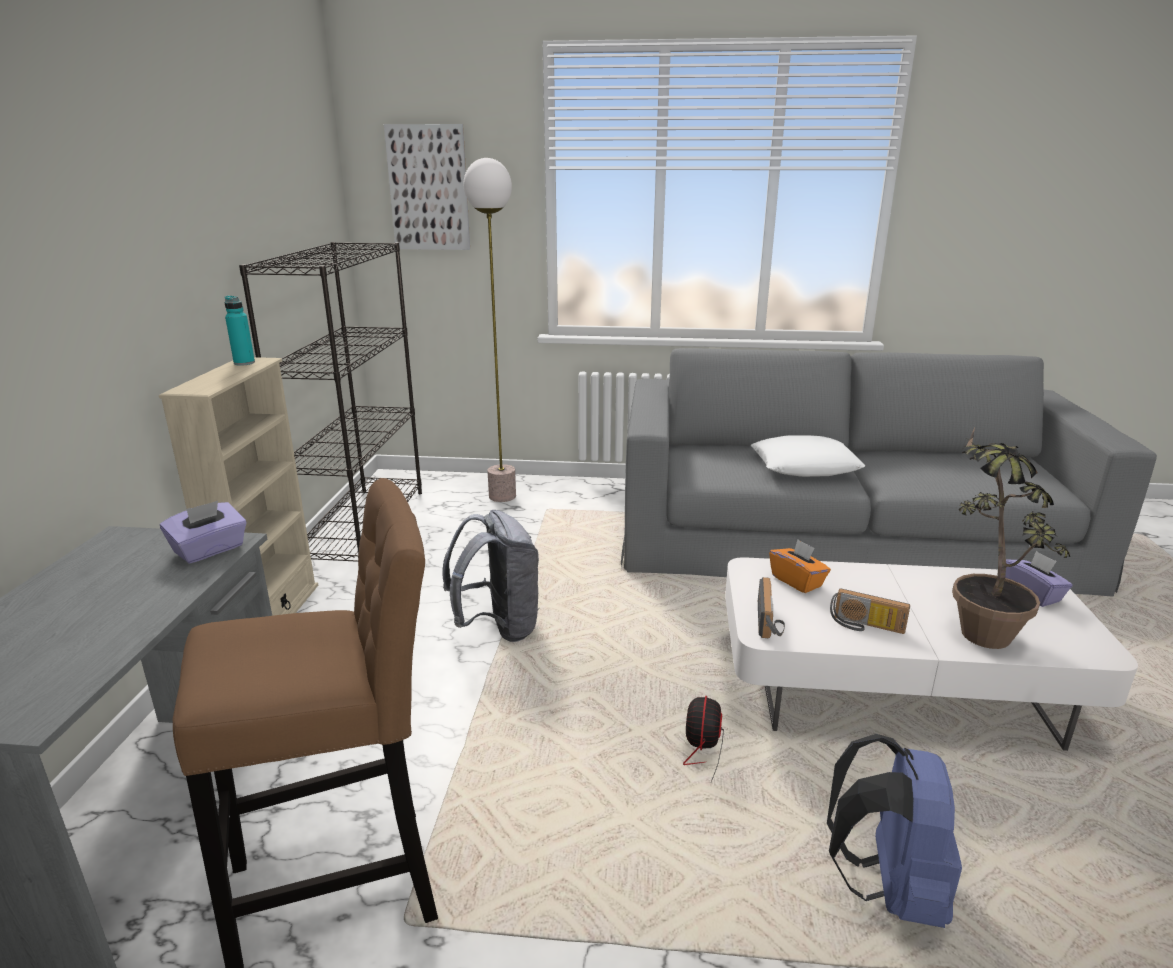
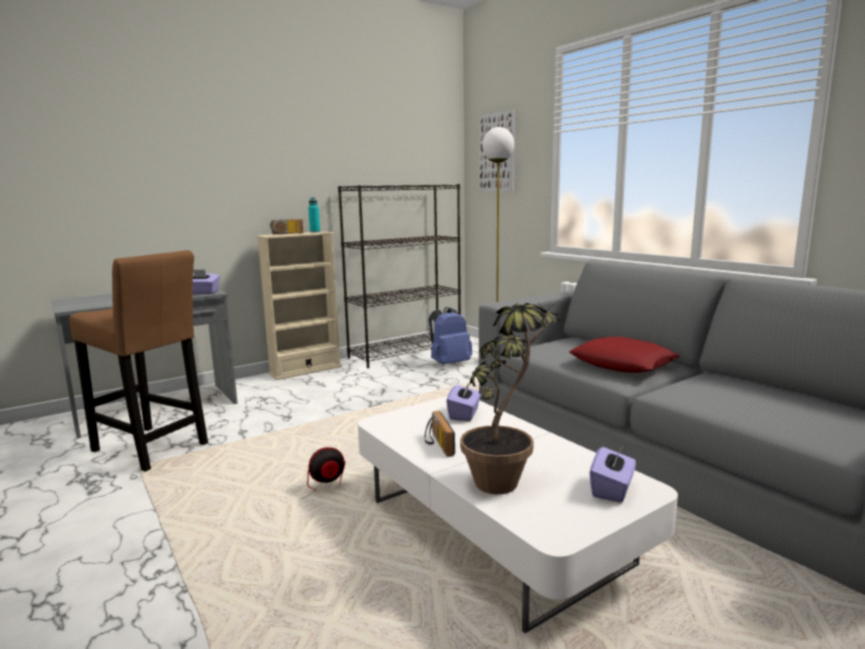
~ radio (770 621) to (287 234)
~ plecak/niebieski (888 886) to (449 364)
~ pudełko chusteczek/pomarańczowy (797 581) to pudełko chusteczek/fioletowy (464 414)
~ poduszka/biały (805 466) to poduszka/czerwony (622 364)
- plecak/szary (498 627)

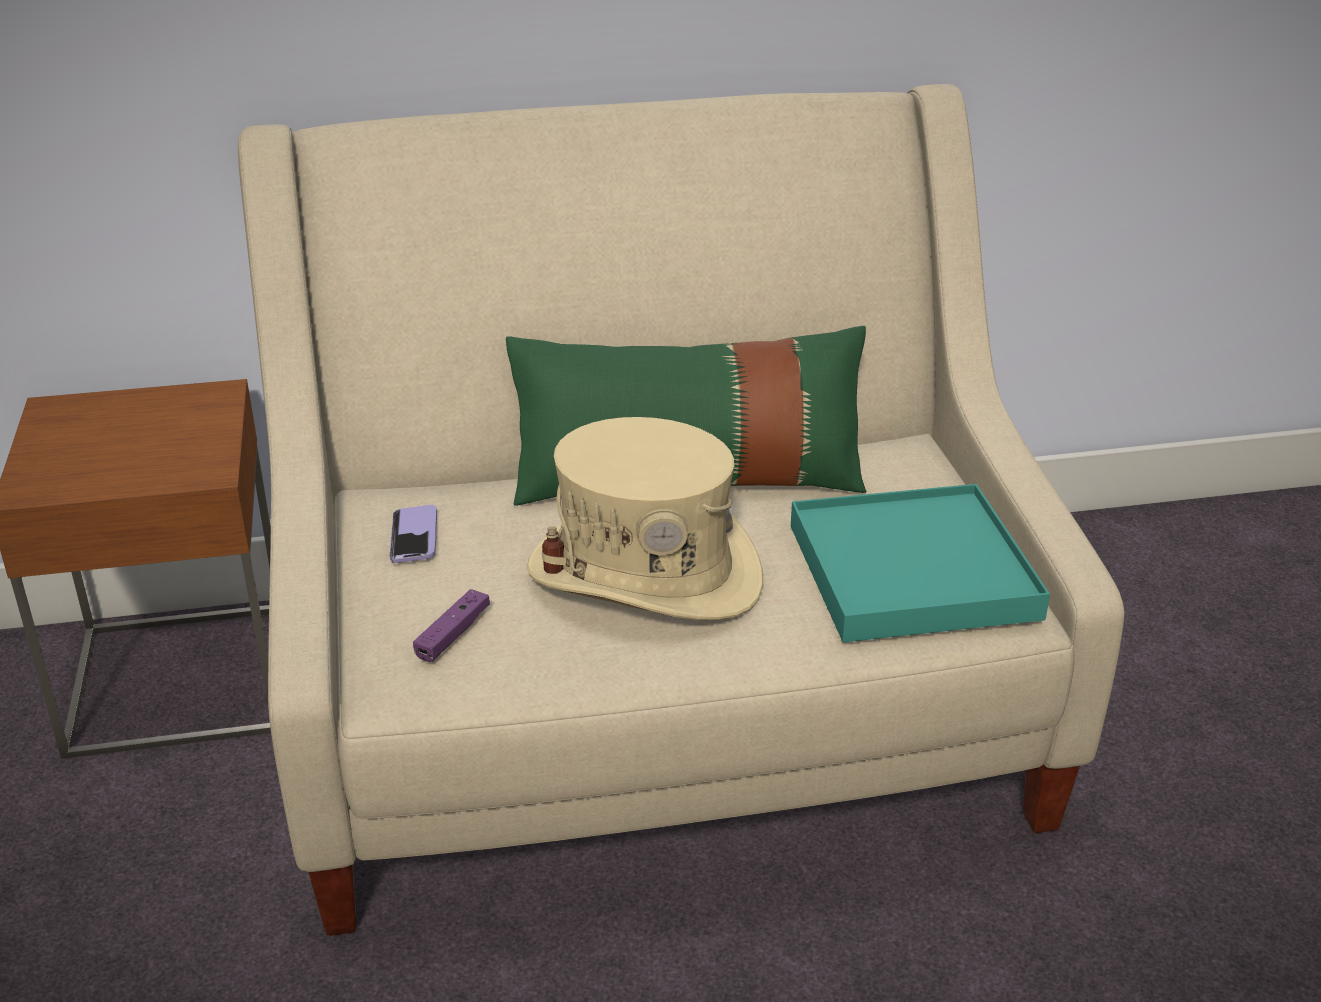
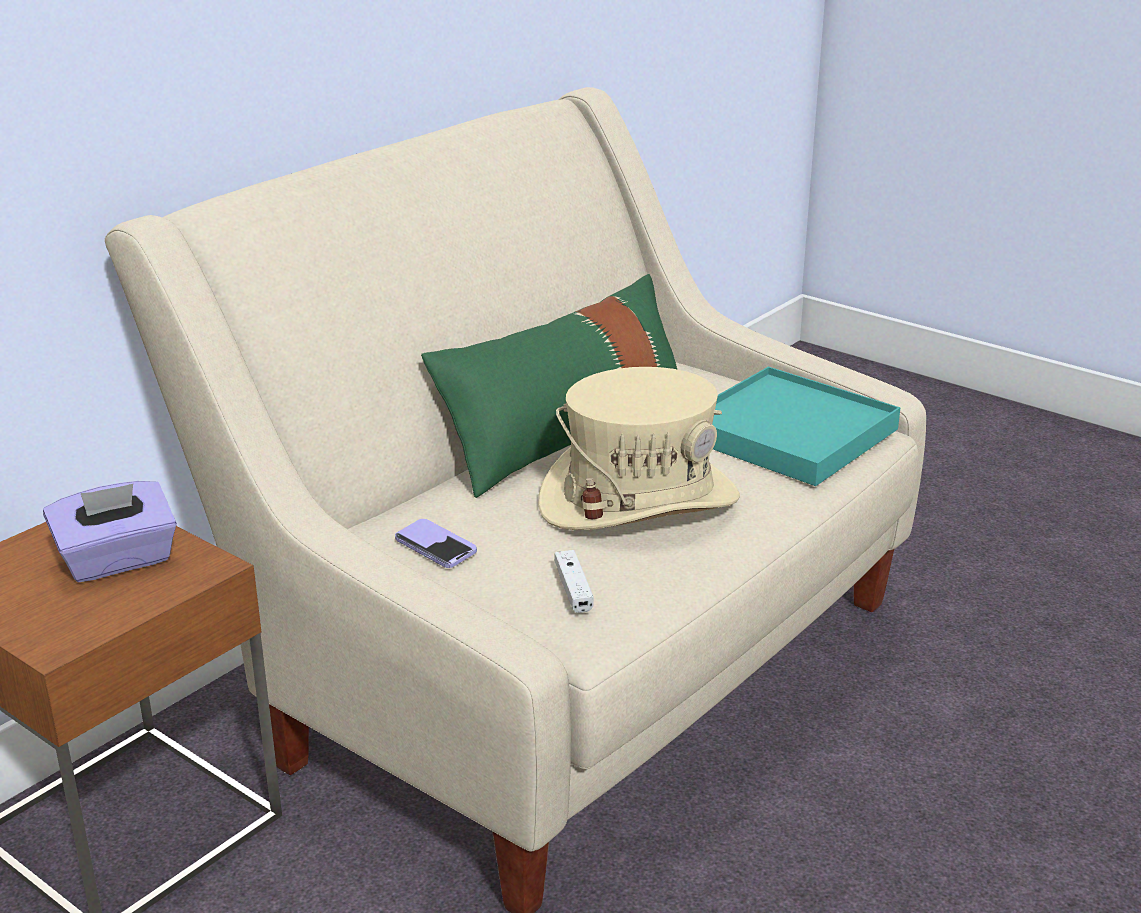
+ pudełko chusteczek/fioletowy (118 561)
~ pad do gier/fioletowy (453 634) to pad do gier/biały (573 589)

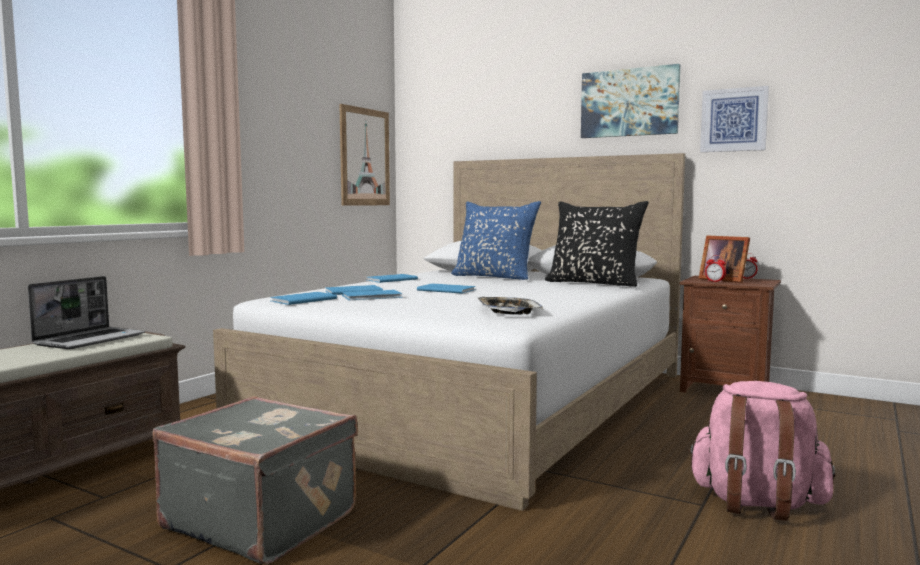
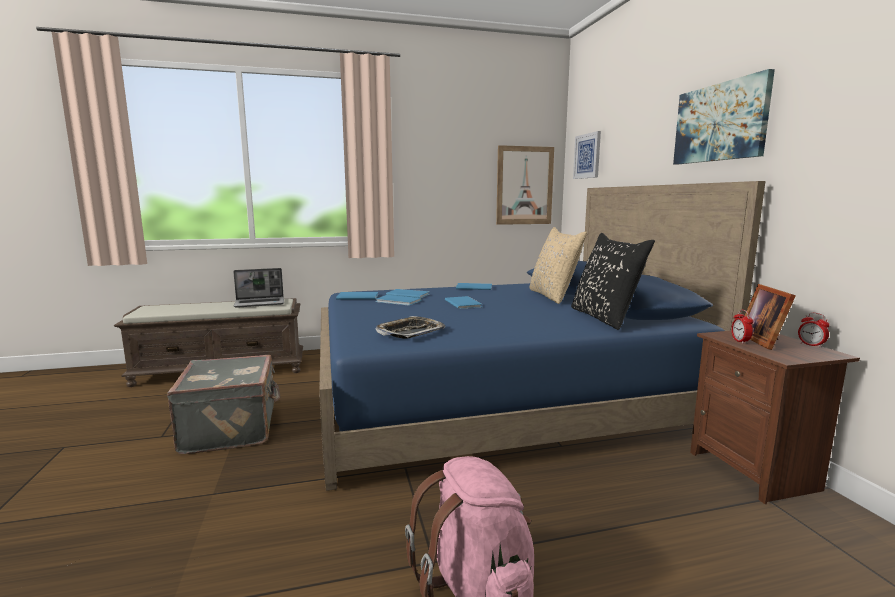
~ łóżko/biały (481 400) to łóżko/niebieski (496 398)
~ poduszka/niebieski (494 277) to poduszka/beżowy (553 296)
~ obraz (734 120) to (587 156)

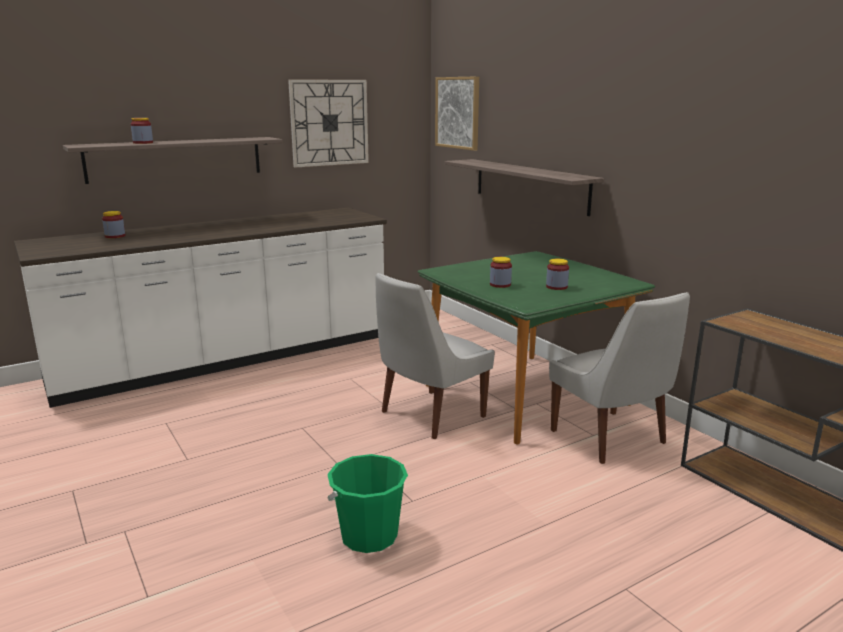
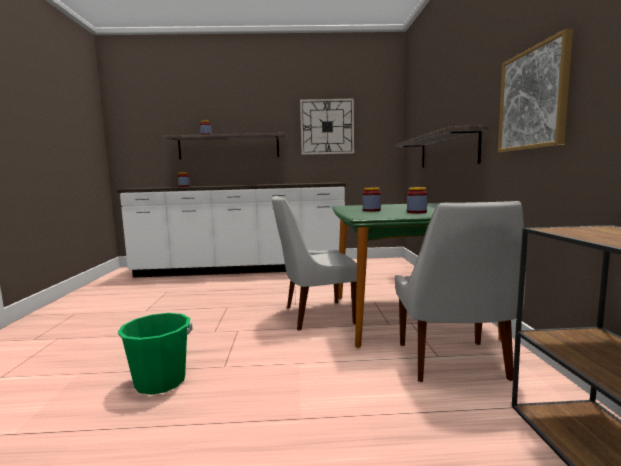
~ obraz (458 112) to (533 99)

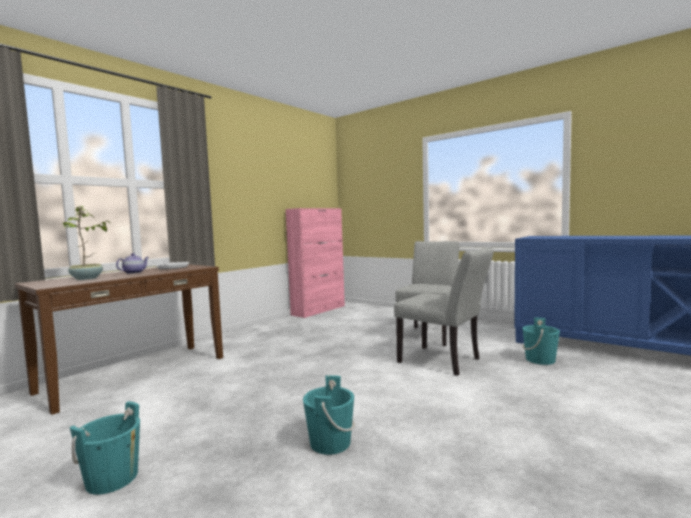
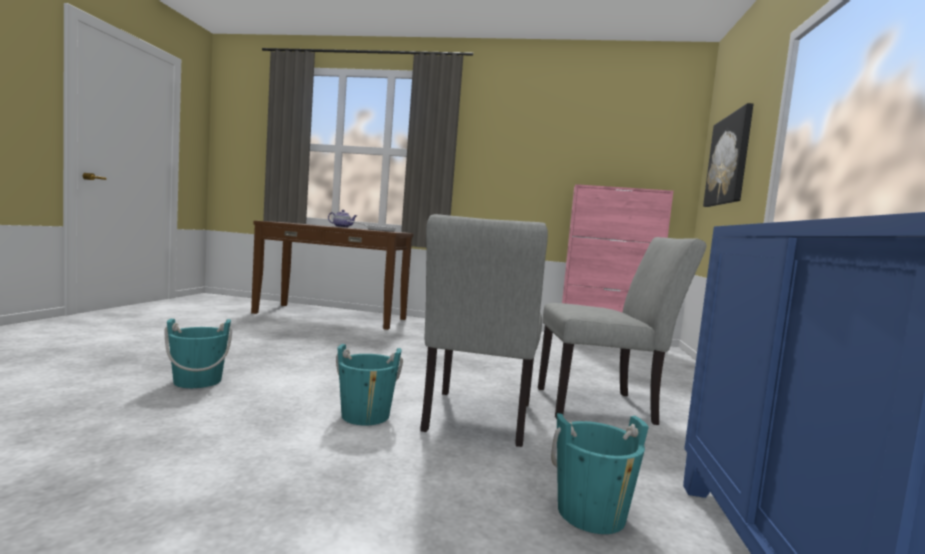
~ wiadro/turkusowy (112 479) to (365 416)
+ obraz (729 160)
- roślina doniczkowa (87 278)

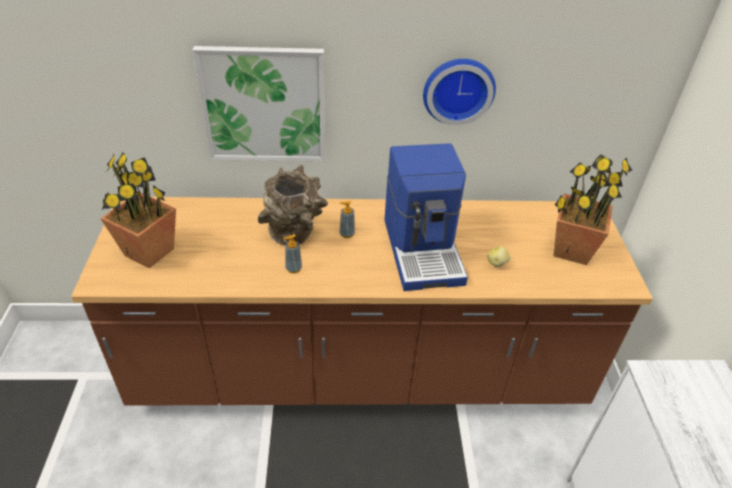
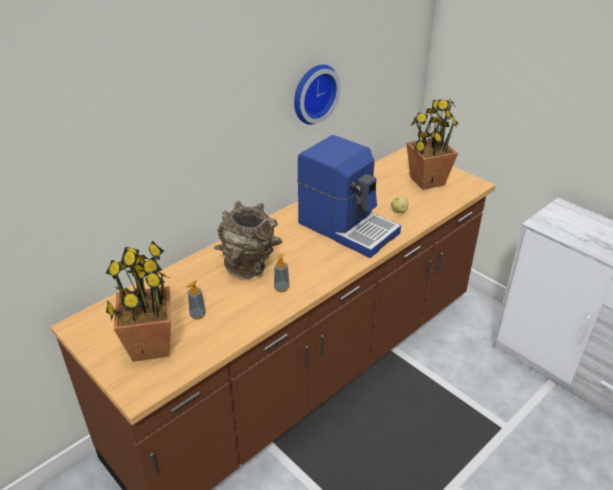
~ dozownik mydła (347 234) to (198 315)
- obraz (264 105)

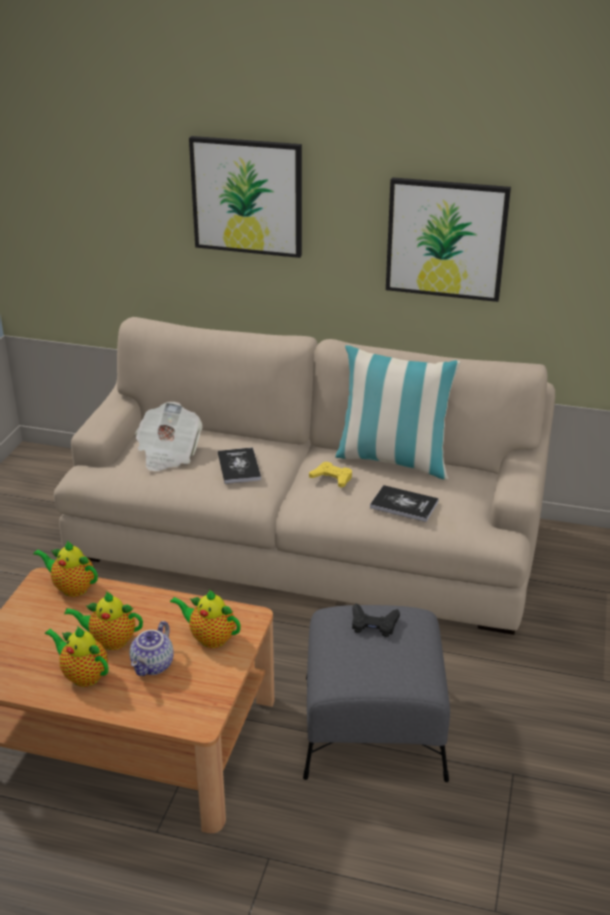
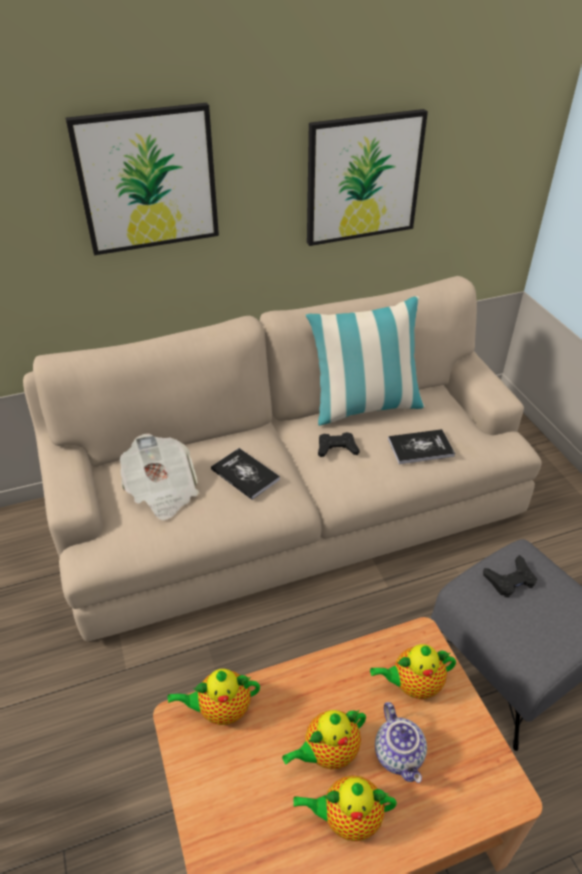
~ pad do gier/żółty (332 478) to pad do gier/czarny (337 448)

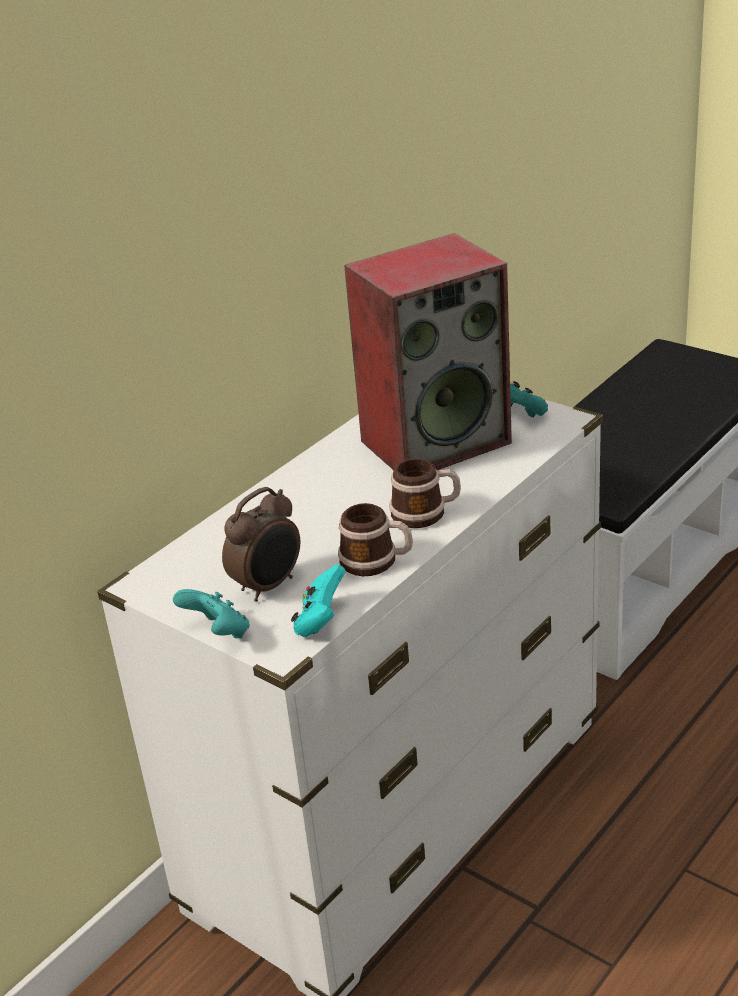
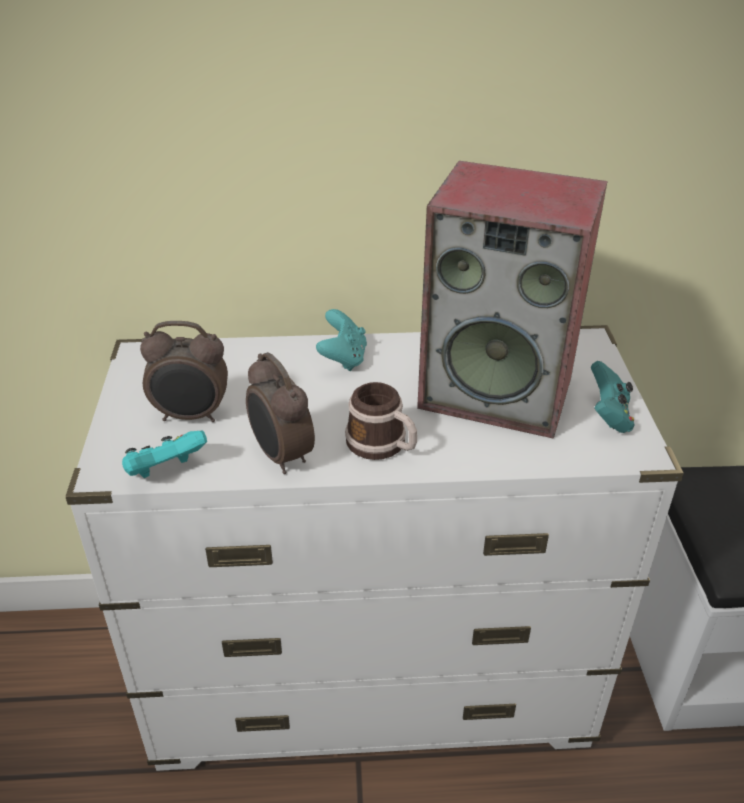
~ kubek (376 561) to budzik (281 456)
~ pad do gier/turkusowy (218 633) to (343 359)

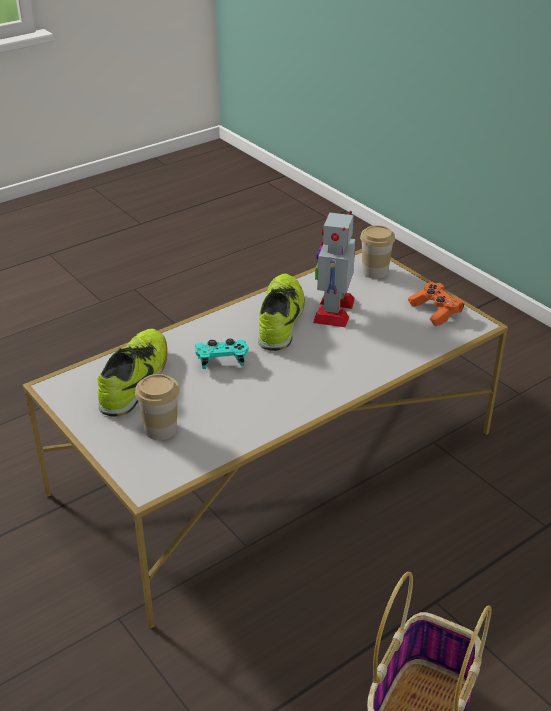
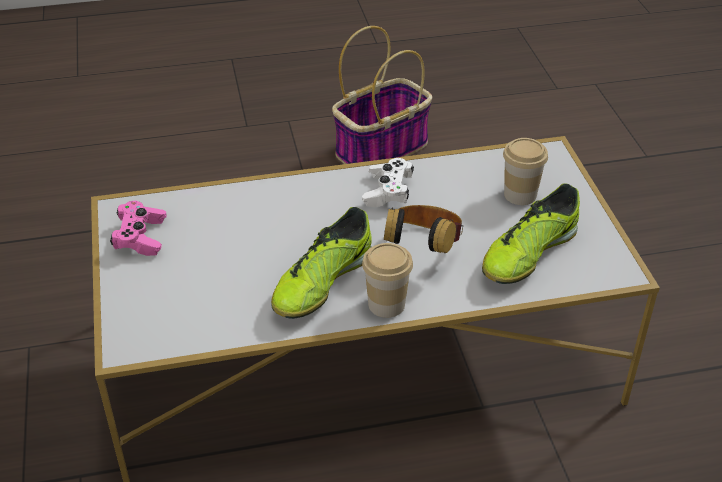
~ pad do gier/pomarańczowy (435 311) to pad do gier/różowy (140 237)
+ pad do gier/biały (388 192)
~ filiżanka (375 272) to (386 304)
~ pad do gier/turkusowy (222 360) to słuchawki (423 249)
- robot zabawkowy (333 310)

